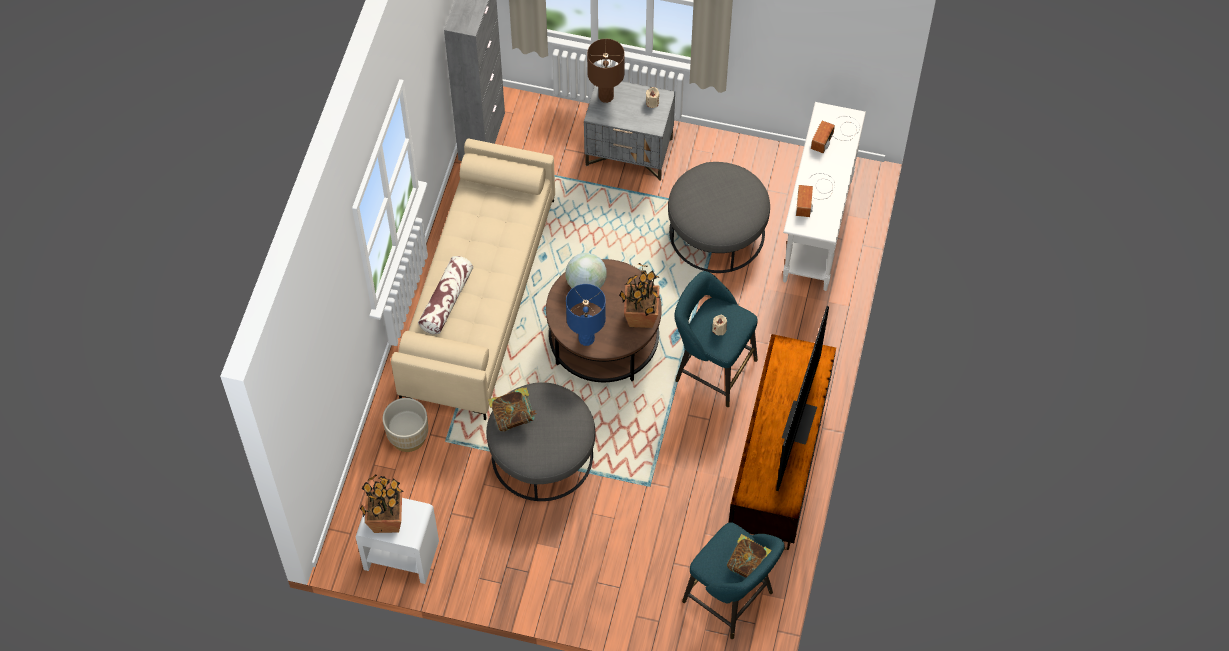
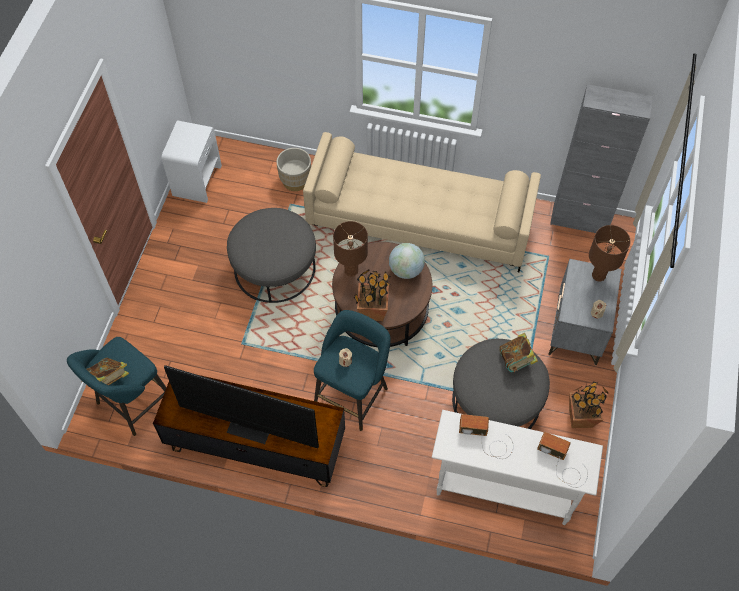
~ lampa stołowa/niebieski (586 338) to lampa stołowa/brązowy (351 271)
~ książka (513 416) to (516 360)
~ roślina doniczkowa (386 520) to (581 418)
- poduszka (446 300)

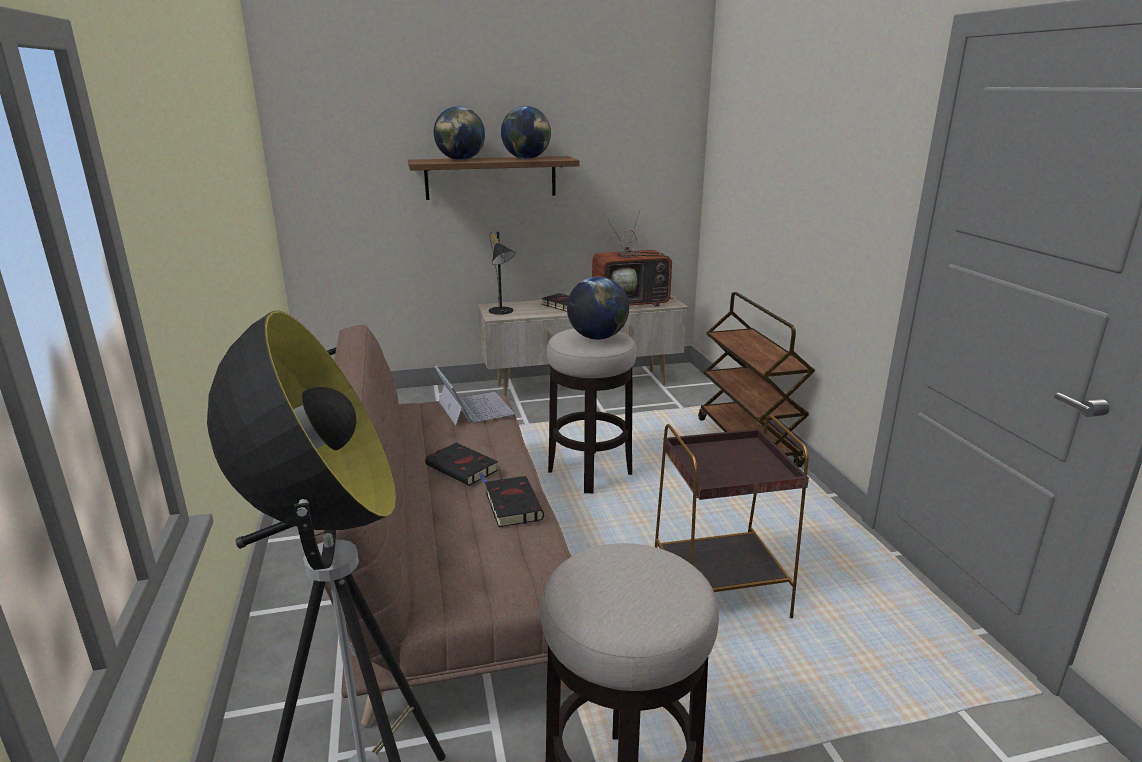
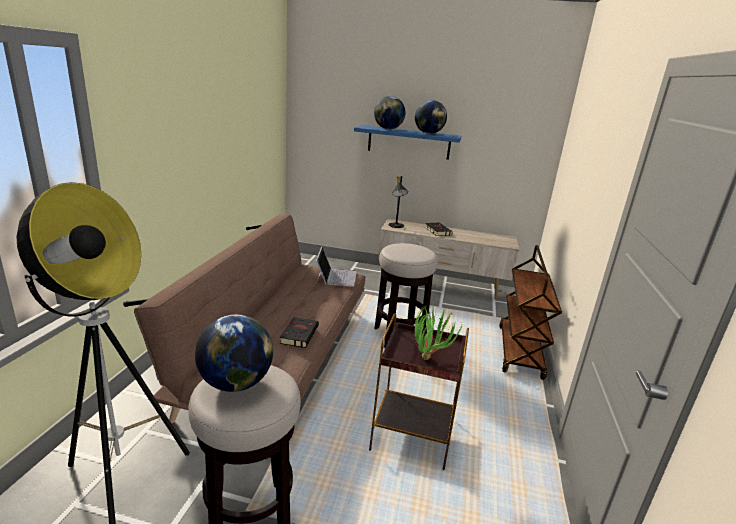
~ globus (597 337) to (236 383)
~ półka/brązowy (491 177) to półka/niebieski (409 142)
+ roślina doniczkowa (429 356)
- książka/czarny (463 469)
- telewizor (631 303)

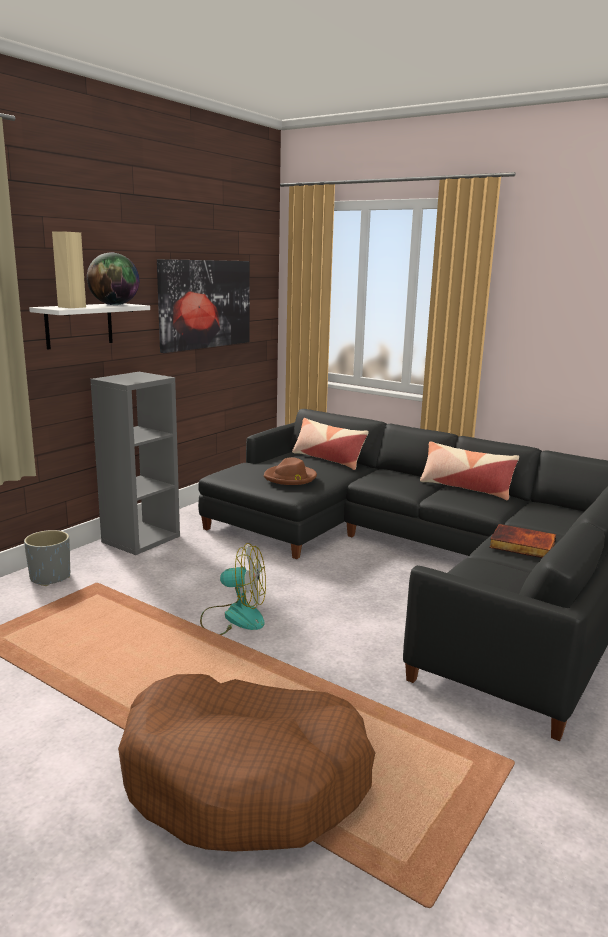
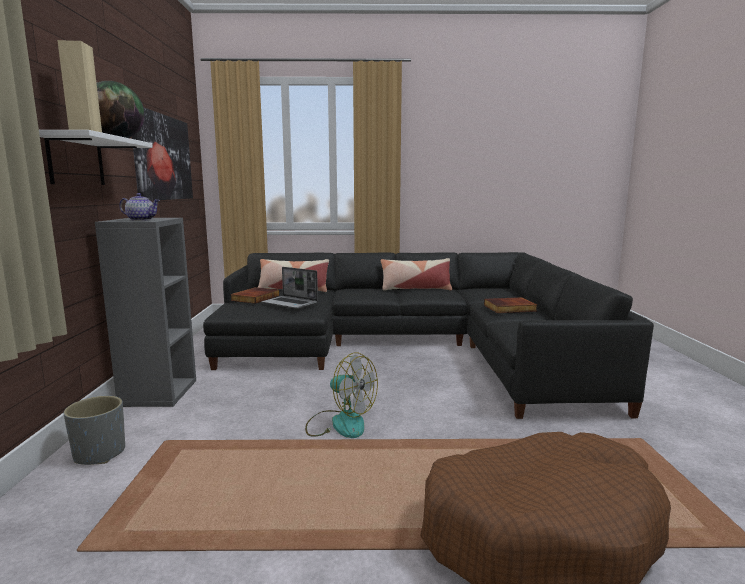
+ imbryk (142 220)
+ książka (254 298)
~ kapelusz/brązowy (290 477) to laptop (291 303)
~ wentylator (234 617) = (340 423) 60 degrees clockwise

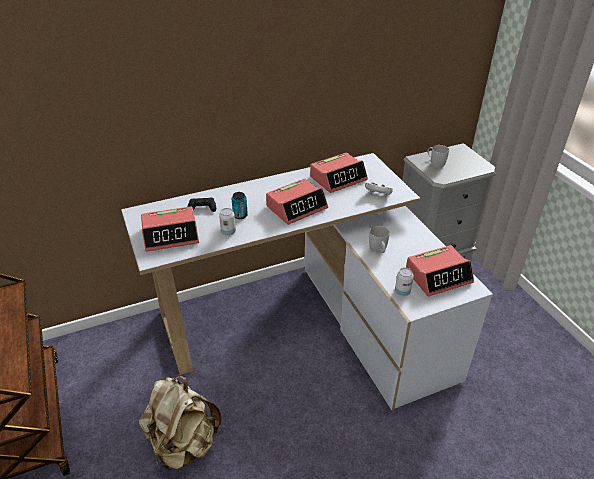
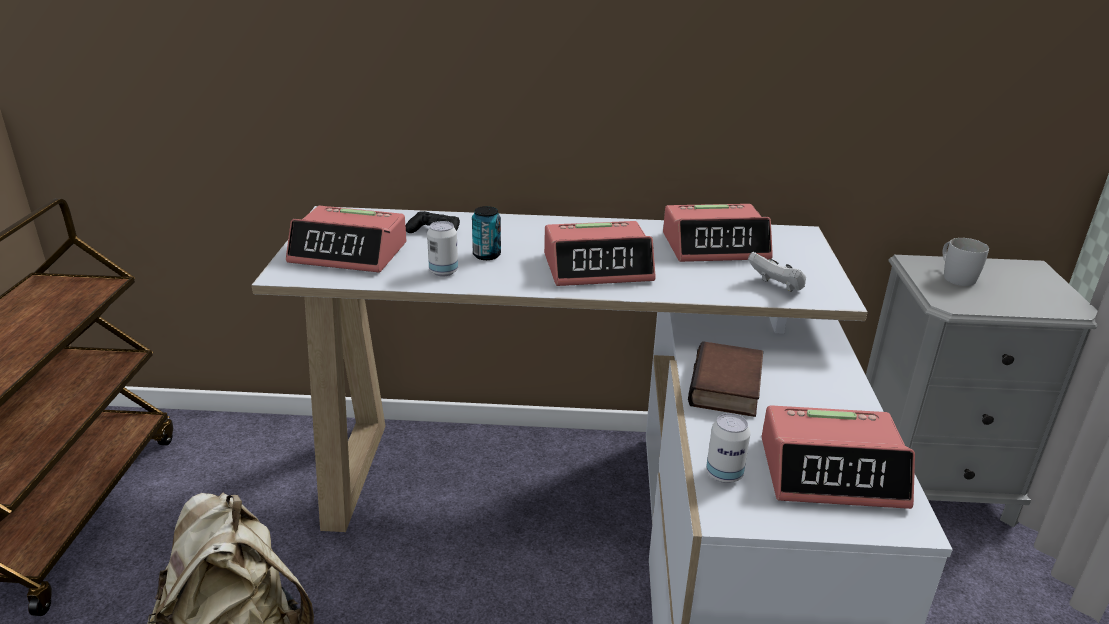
~ kubek/biały (378 250) to książka (728 388)

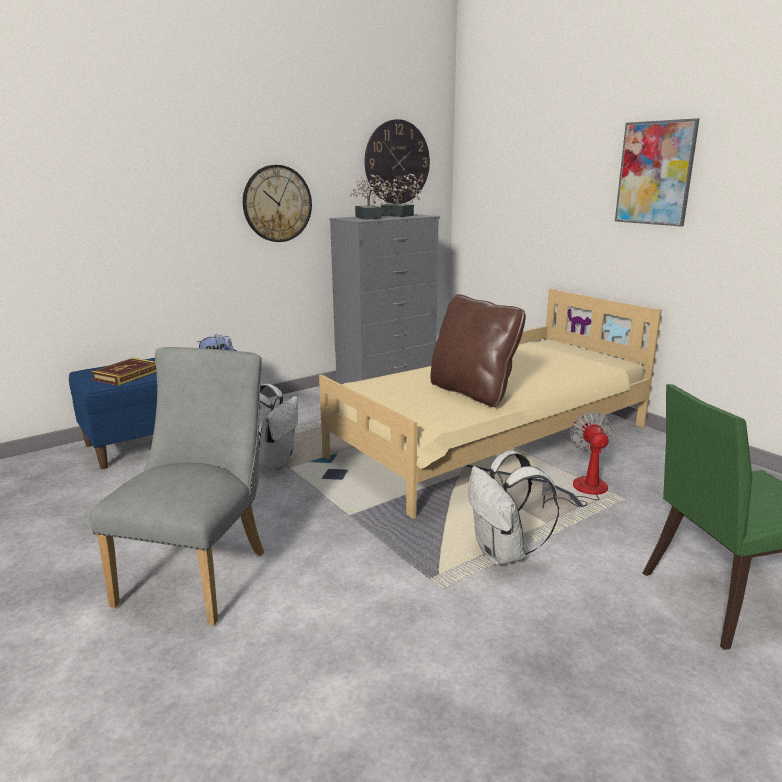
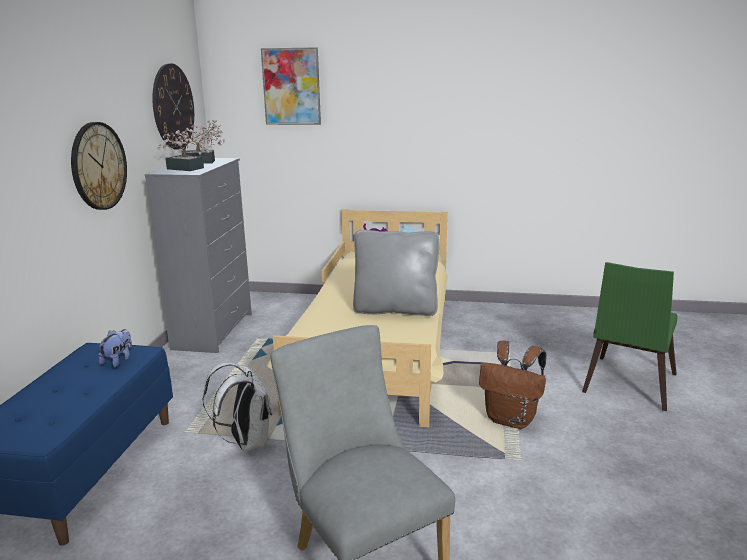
~ obraz (655 173) to (291 86)
~ poduszka/brązowy (472 392) to poduszka/szary (395 309)
~ plecak/biały (503 553) to plecak/brązowy (511 419)
- książka (127 375)
- wentylator (582 491)

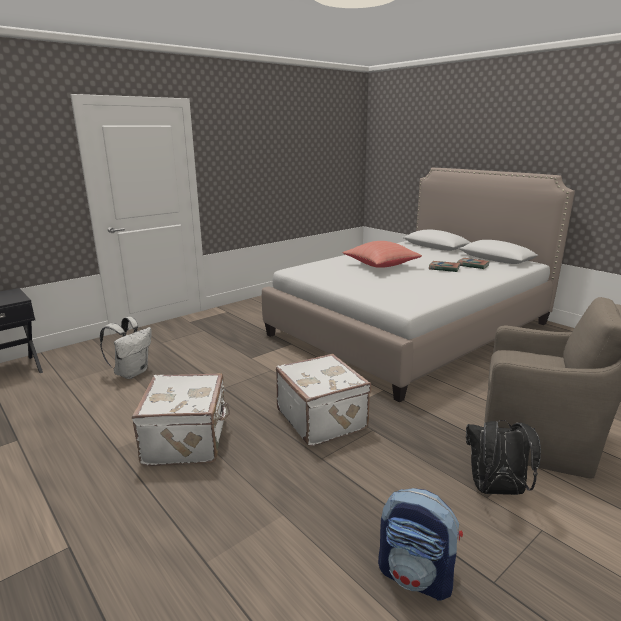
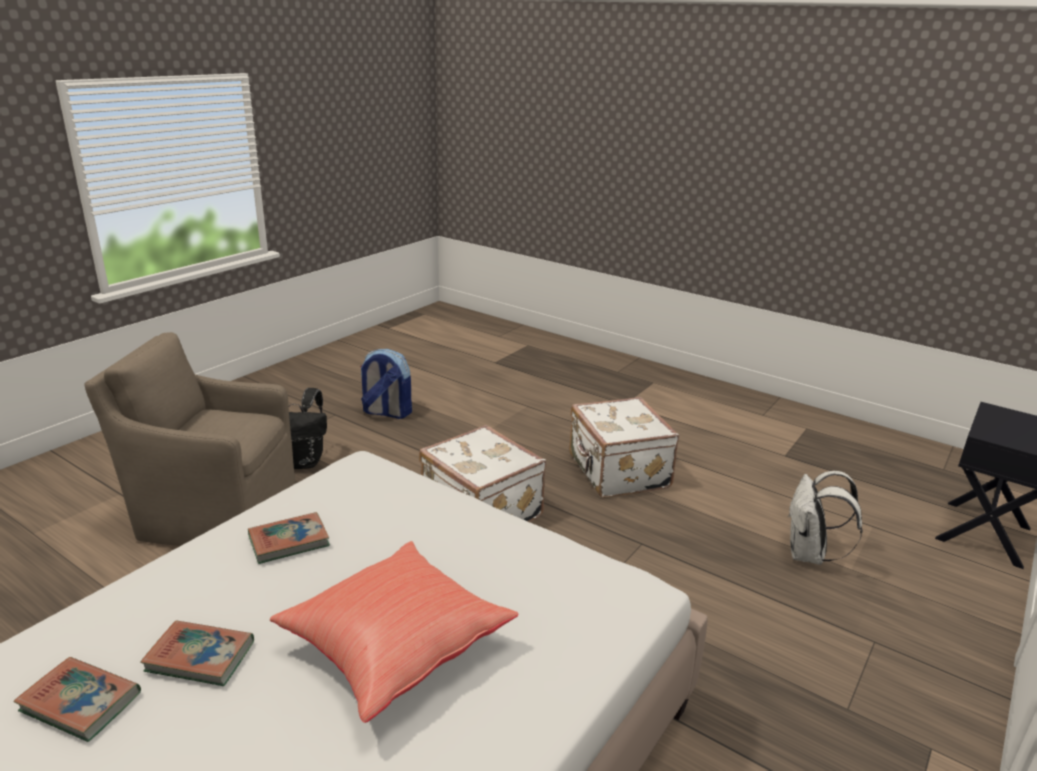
+ książka (289 541)

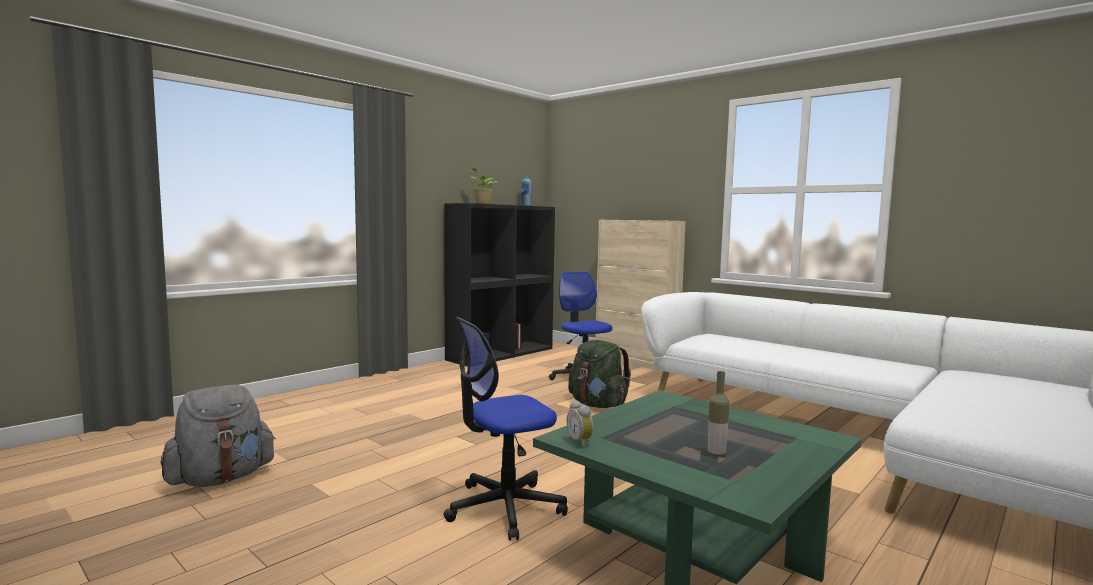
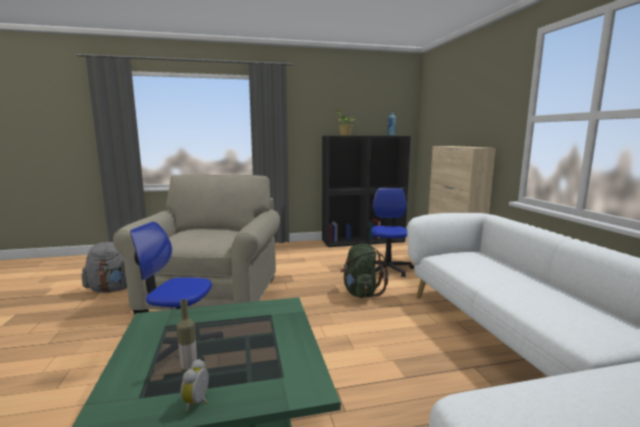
+ fotel/beżowy (212 294)
~ budzik (581 442) to (198 403)

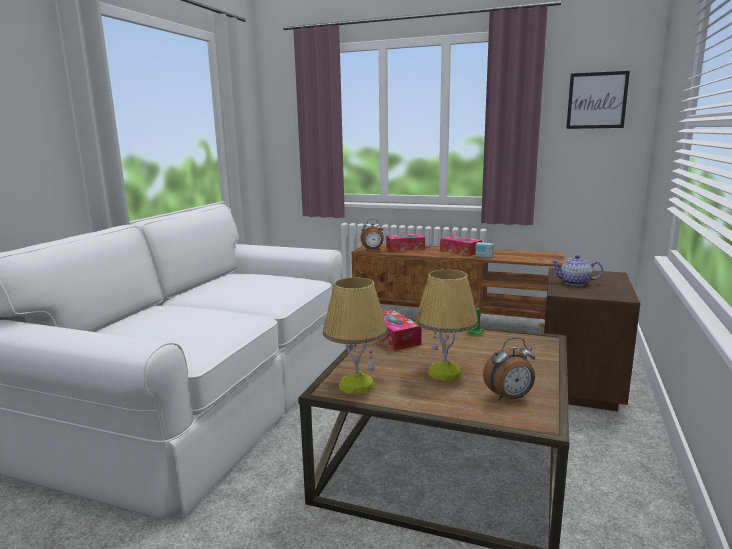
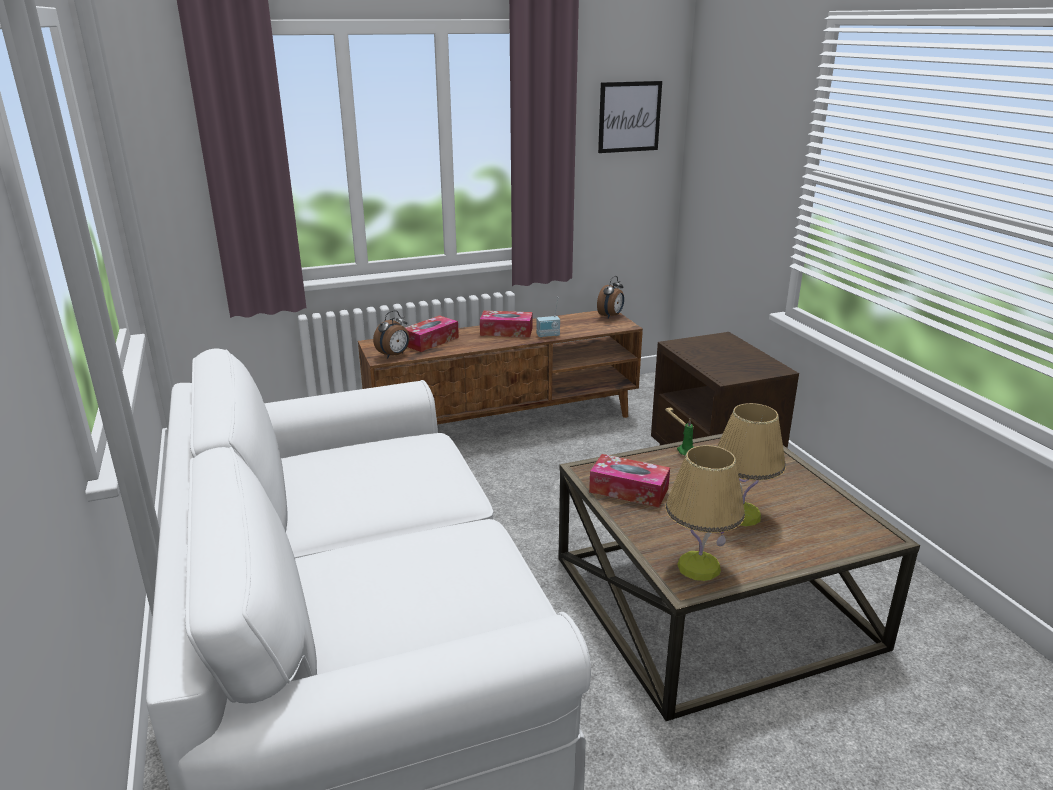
~ budzik (509 398) to (611 316)
- imbryk (575 283)

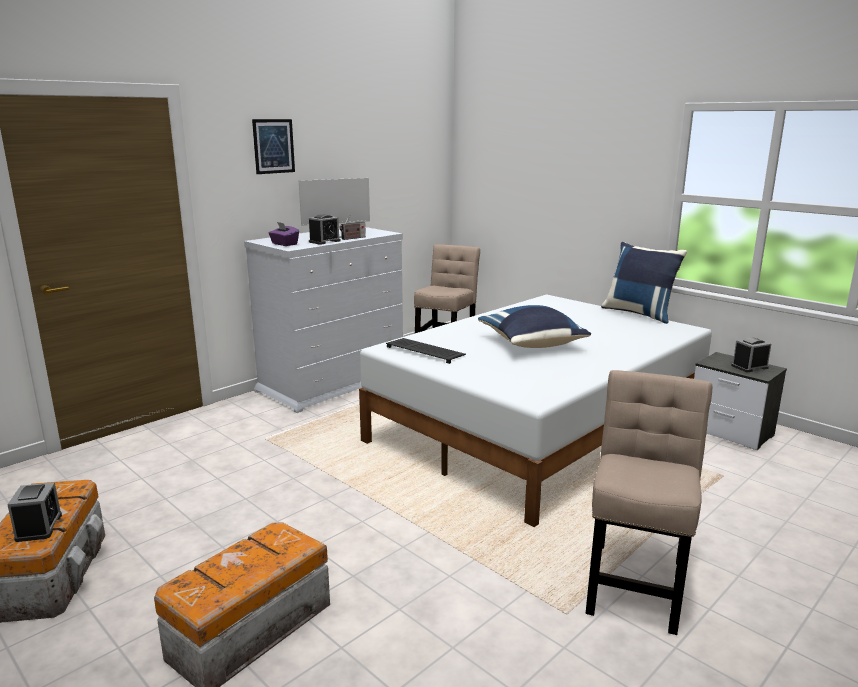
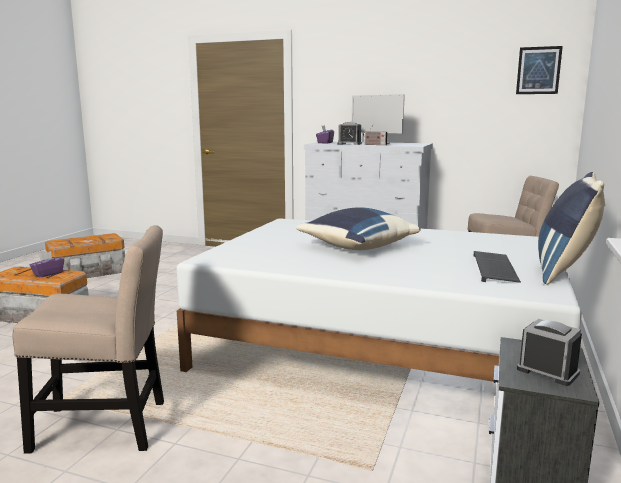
+ pudełko chusteczek/fioletowy (48 274)
~ klawiatura (426 351) to (495 269)
~ obraz (273 146) to (538 70)
- budzik (39 527)

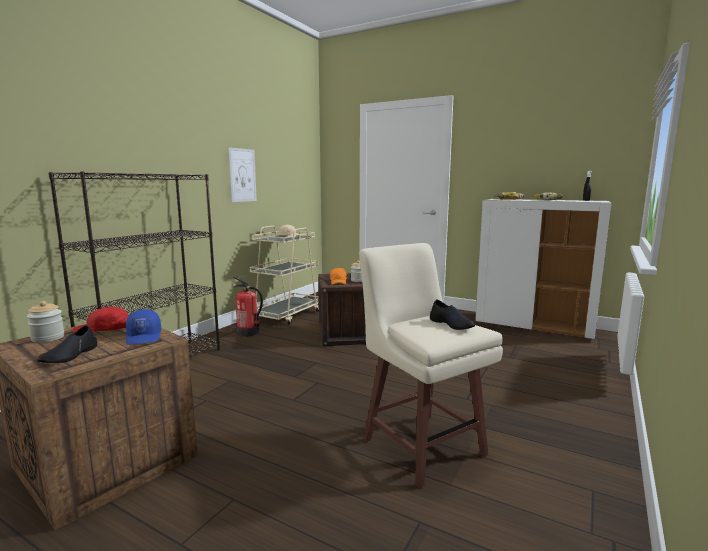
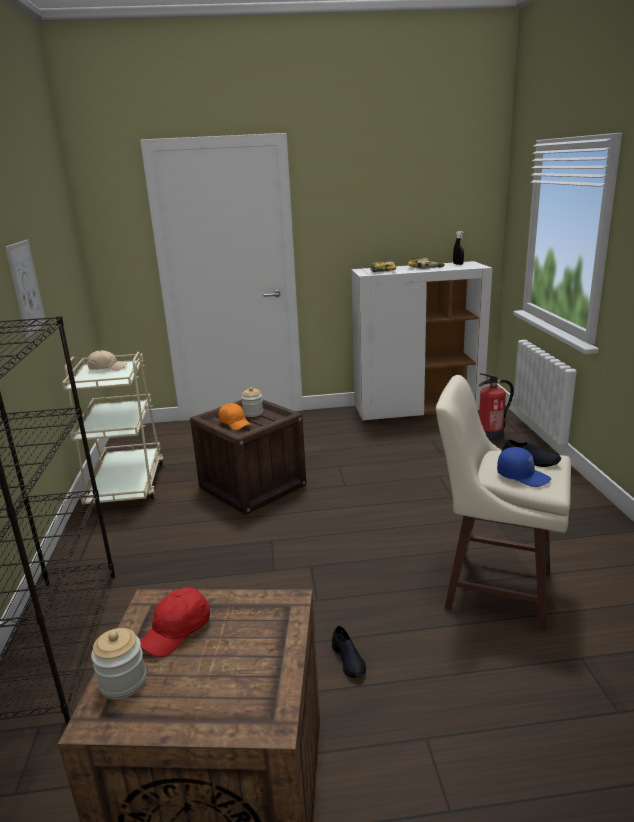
~ but/czarny (70 355) to (348 659)
~ gaśnica (248 333) to (490 435)
~ czapka z daszkiem/niebieski (144 337) to (523 476)

